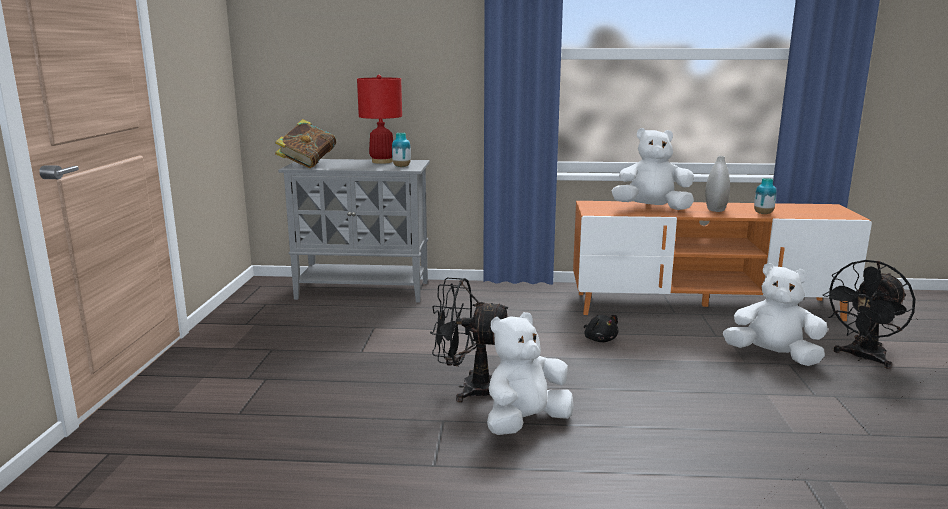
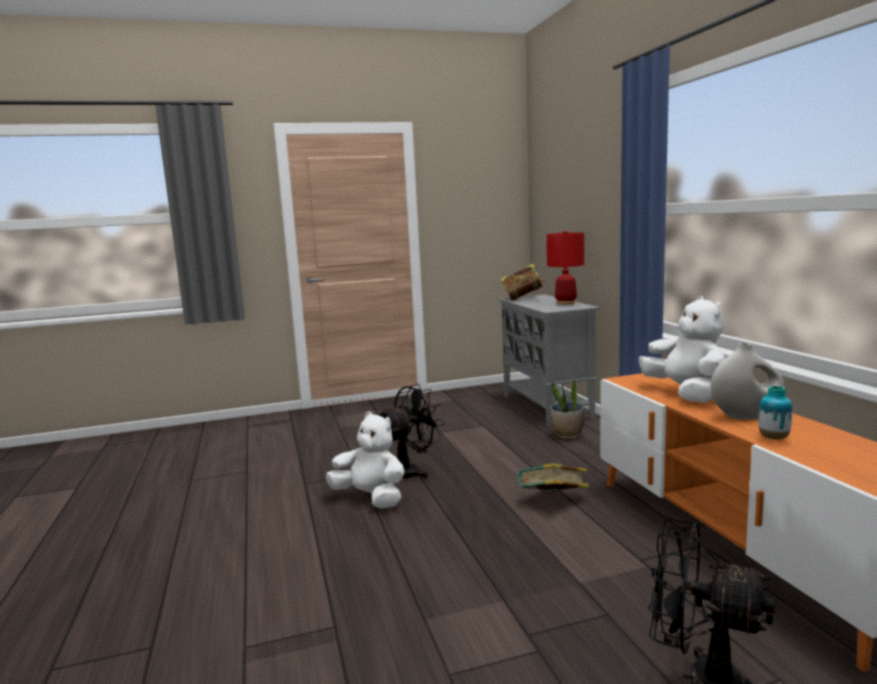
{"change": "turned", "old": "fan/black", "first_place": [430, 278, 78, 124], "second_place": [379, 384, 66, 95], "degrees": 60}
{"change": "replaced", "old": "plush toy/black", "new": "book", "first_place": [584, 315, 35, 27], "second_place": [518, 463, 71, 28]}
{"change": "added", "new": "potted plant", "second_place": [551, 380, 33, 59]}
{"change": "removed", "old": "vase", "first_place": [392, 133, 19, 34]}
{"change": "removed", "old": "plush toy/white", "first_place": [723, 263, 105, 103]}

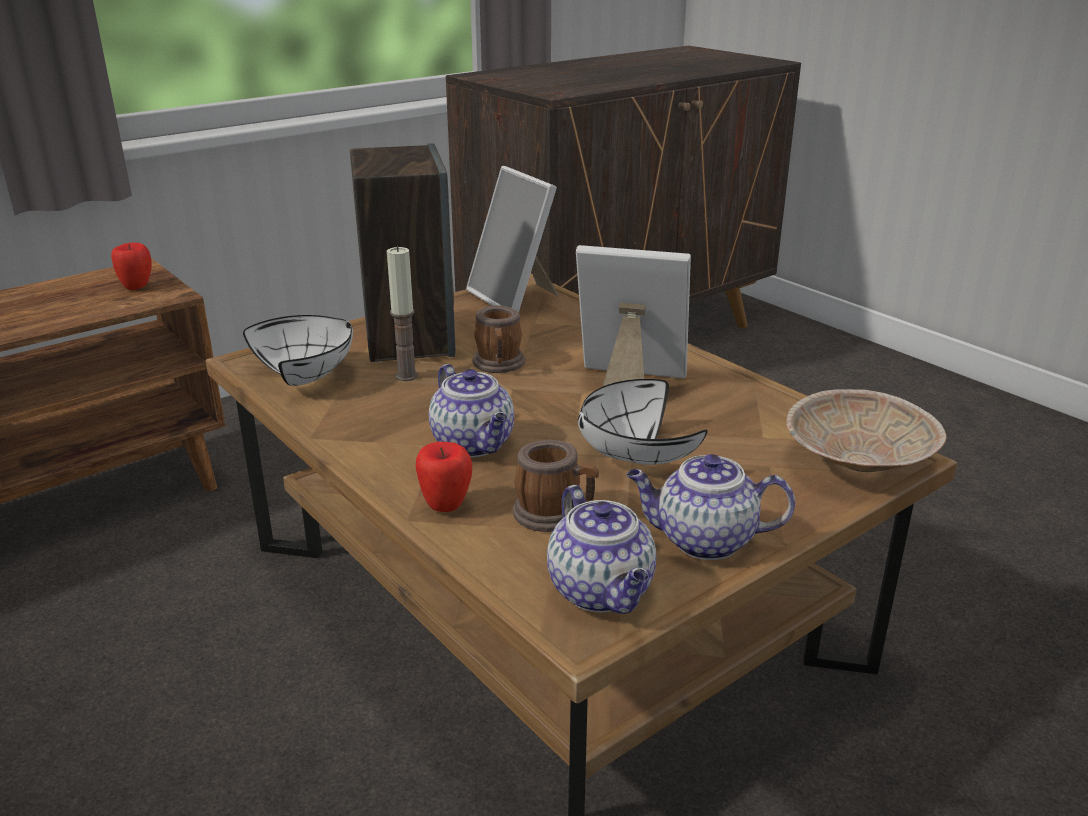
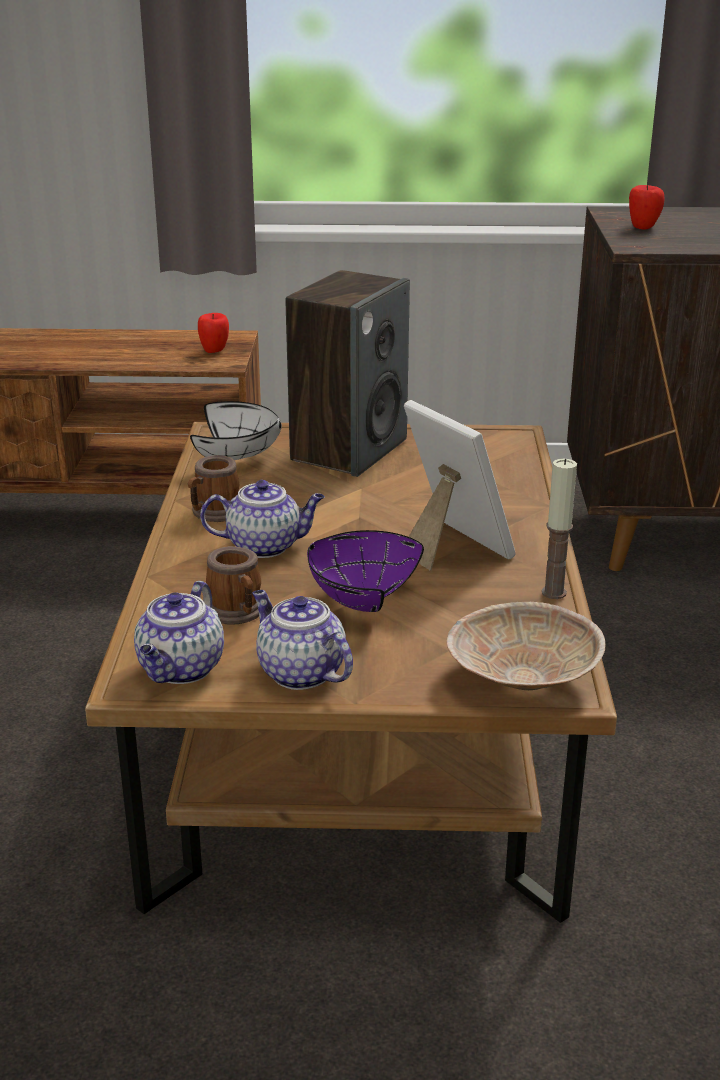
{"change": "moved", "old": "mug", "first_place": [473, 306, 52, 67], "second_place": [188, 455, 51, 67]}
{"change": "turned", "old": "teapot", "first_place": [429, 364, 85, 93], "second_place": [200, 480, 125, 78], "degrees": -105}
{"change": "recoloured", "old": "bowl/white", "new": "bowl/purple", "first_place": [578, 379, 130, 86], "second_place": [307, 530, 117, 82]}
{"change": "moved", "old": "candle", "first_place": [387, 246, 31, 135], "second_place": [542, 459, 35, 140]}
{"change": "moved", "old": "apple", "first_place": [416, 442, 56, 70], "second_place": [629, 185, 35, 45]}
{"change": "removed", "old": "picture frame", "first_place": [466, 166, 93, 146]}

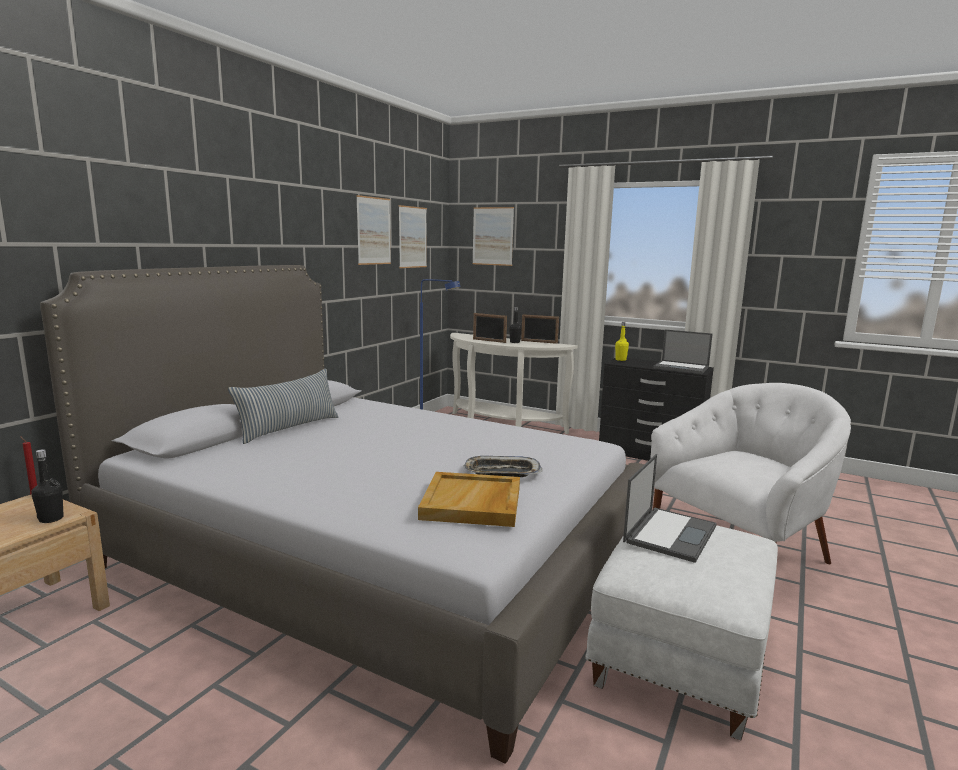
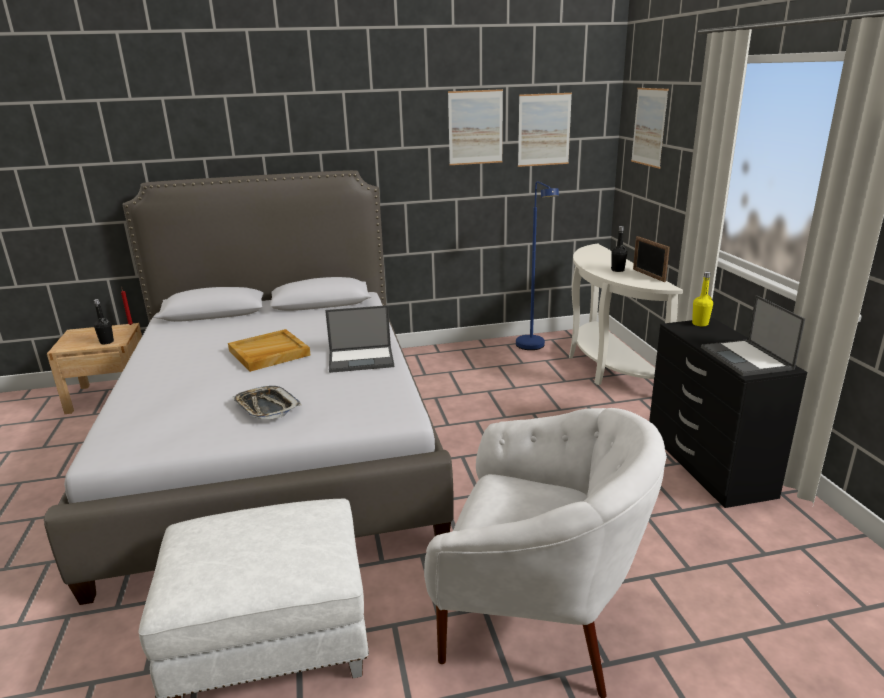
{"change": "moved", "old": "tray/beige", "first_place": [418, 472, 102, 55], "second_place": [228, 329, 82, 43]}
{"change": "moved", "old": "laptop", "first_place": [623, 454, 94, 109], "second_place": [325, 305, 69, 68]}
{"change": "removed", "old": "pillow", "first_place": [228, 369, 110, 75]}
{"change": "removed", "old": "picture frame", "first_place": [473, 313, 34, 30]}

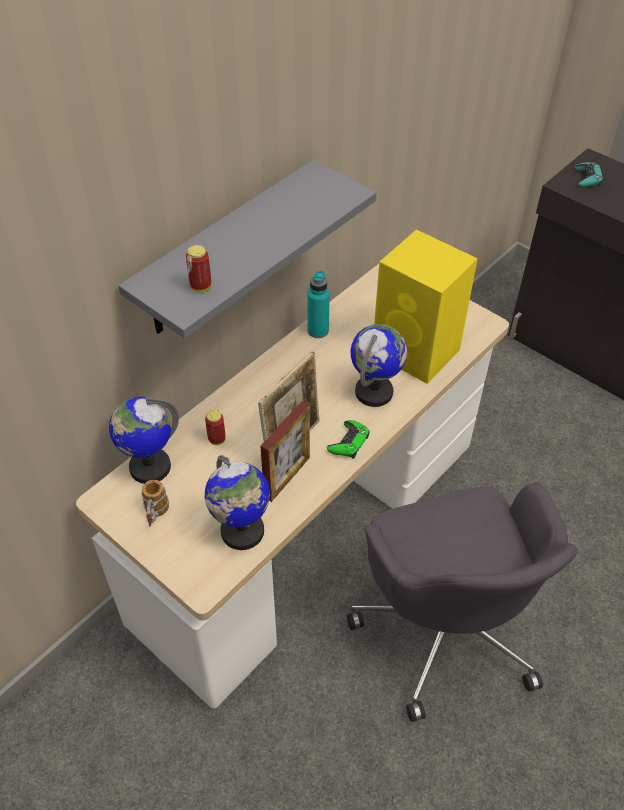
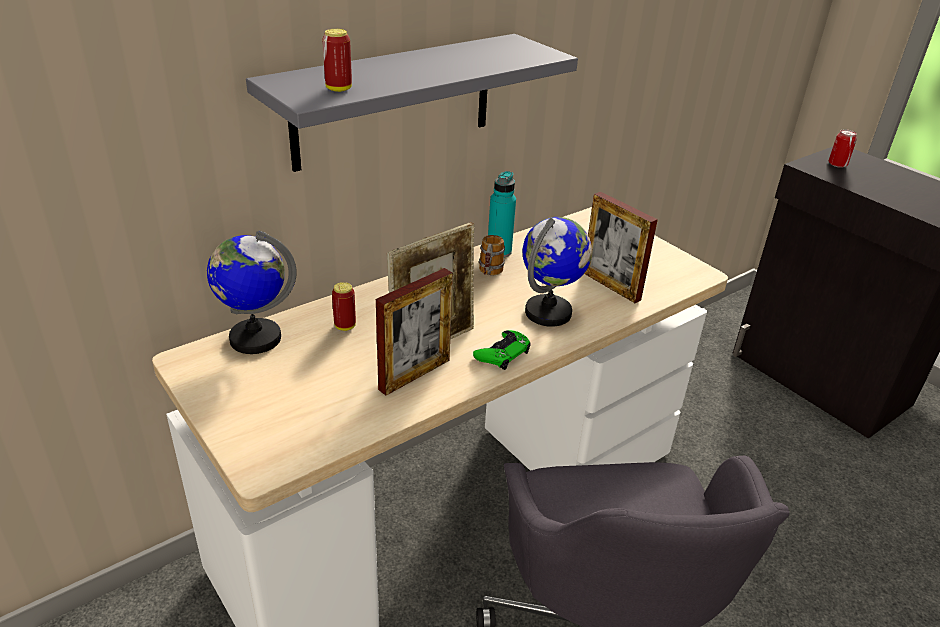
{"change": "moved", "old": "mug", "first_place": [141, 480, 28, 47], "second_place": [479, 235, 26, 40]}
{"change": "replaced", "old": "speaker/yellow", "new": "picture frame", "first_place": [374, 229, 104, 155], "second_place": [584, 192, 74, 111]}
{"change": "replaced", "old": "game controller/turquoise", "new": "can", "first_place": [575, 162, 28, 25], "second_place": [828, 129, 29, 39]}
{"change": "removed", "old": "globe", "first_place": [205, 455, 65, 95]}

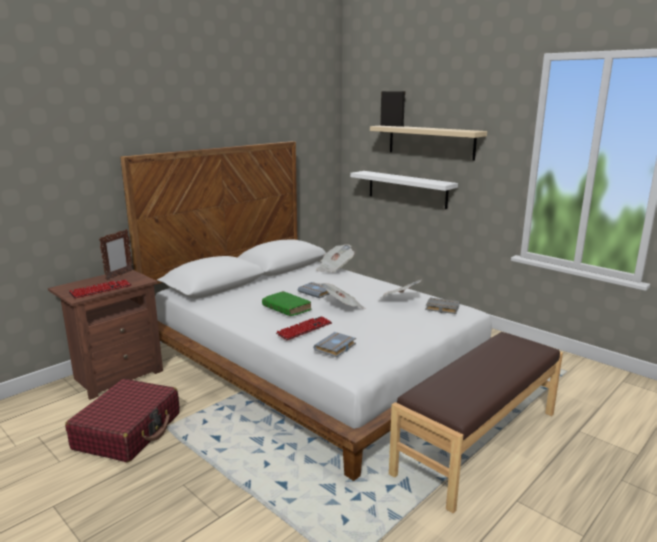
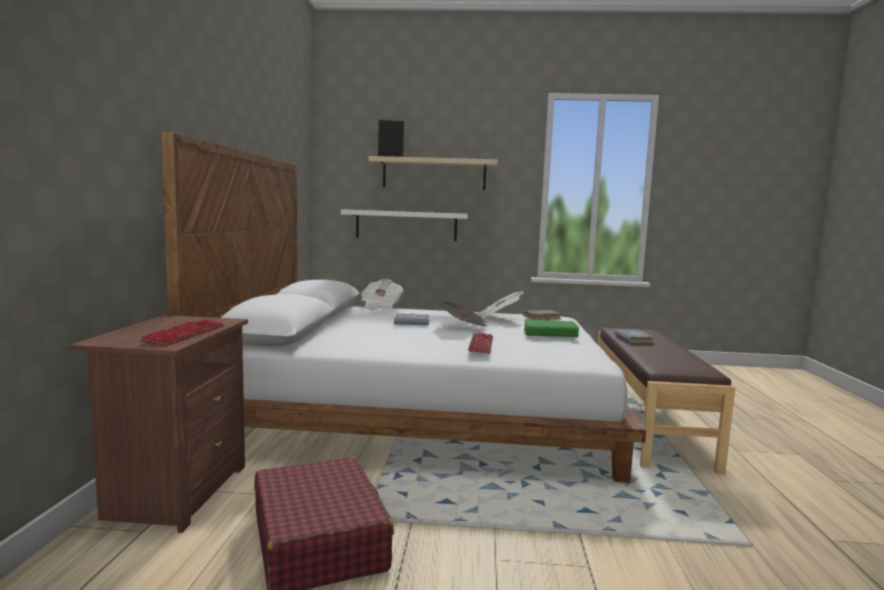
{"change": "moved", "old": "book/green", "first_place": [262, 291, 49, 25], "second_place": [524, 319, 55, 19]}
{"change": "moved", "old": "book/grey", "first_place": [313, 332, 43, 25], "second_place": [614, 329, 40, 14]}
{"change": "removed", "old": "picture frame", "first_place": [99, 229, 34, 51]}

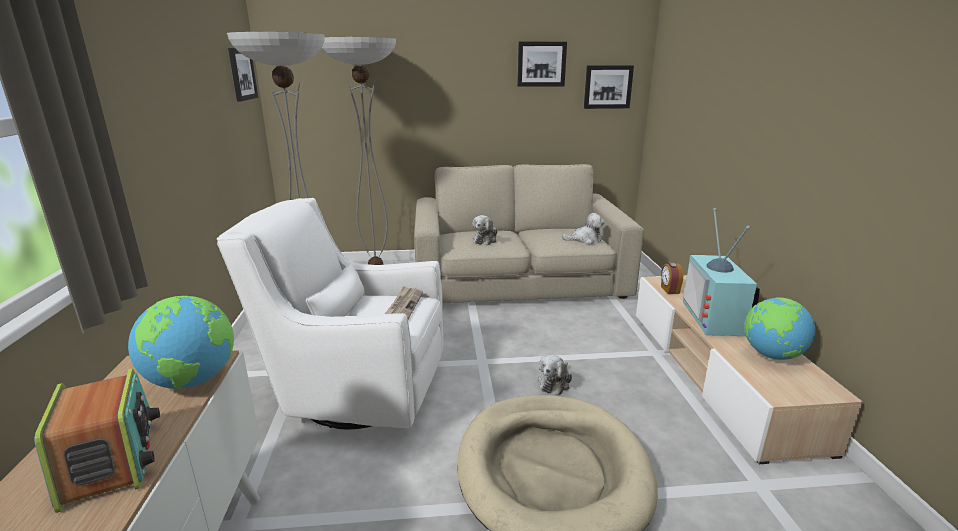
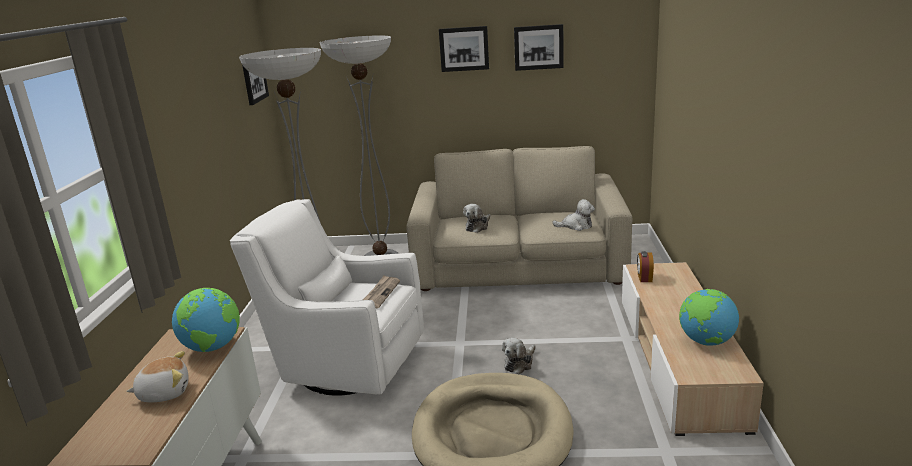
{"change": "replaced", "old": "radio", "new": "plush toy", "first_place": [34, 368, 126, 145], "second_place": [126, 351, 63, 51]}
{"change": "moved", "old": "picture", "first_place": [584, 65, 50, 44], "second_place": [439, 26, 50, 46]}
{"change": "removed", "old": "television", "first_place": [683, 208, 77, 128]}

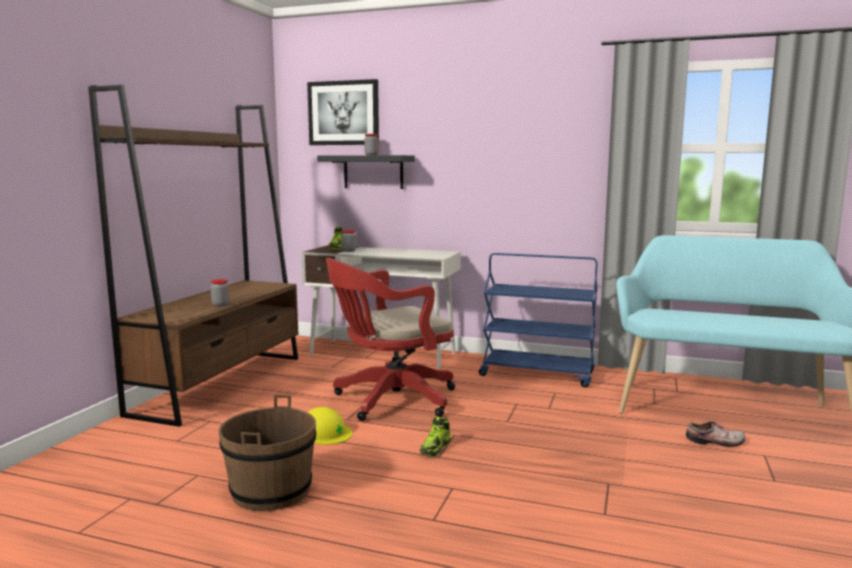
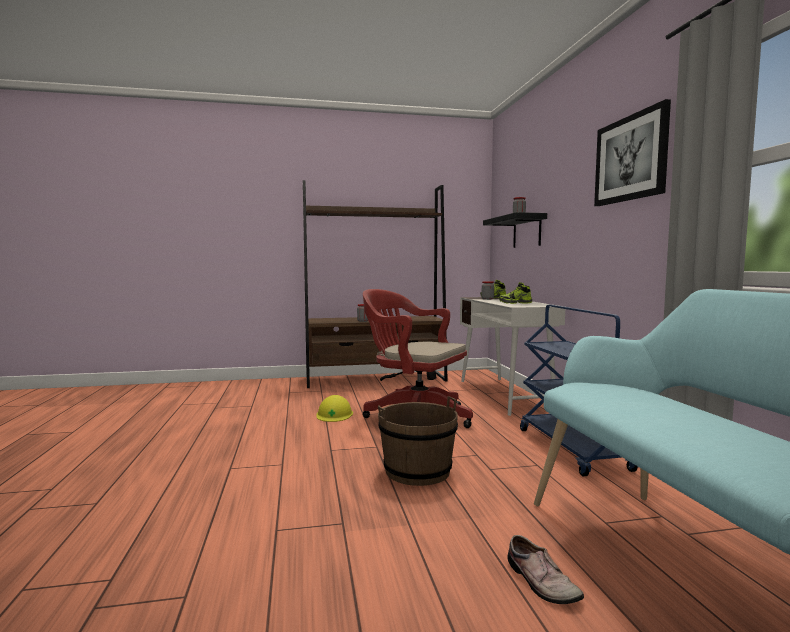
{"change": "moved", "old": "bucket/brown", "first_place": [218, 395, 98, 116], "second_place": [378, 396, 80, 90]}
{"change": "moved", "old": "shoe", "first_place": [420, 416, 31, 41], "second_place": [499, 282, 33, 22]}
{"change": "moved", "old": "picture", "first_place": [307, 79, 72, 66], "second_place": [594, 99, 77, 107]}

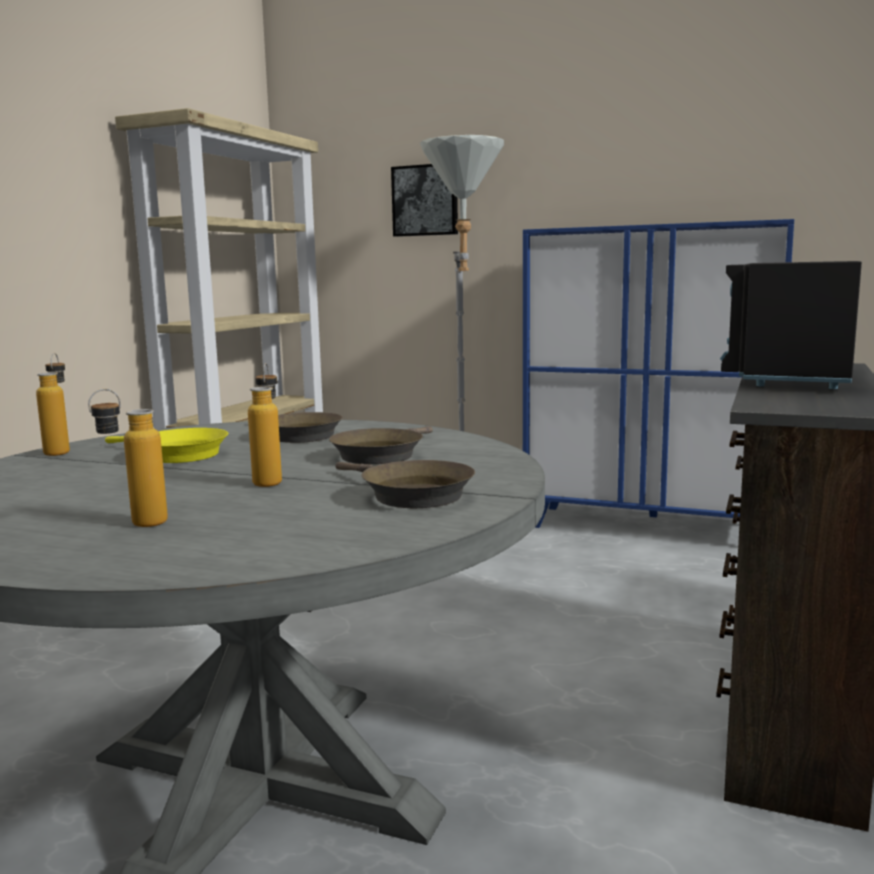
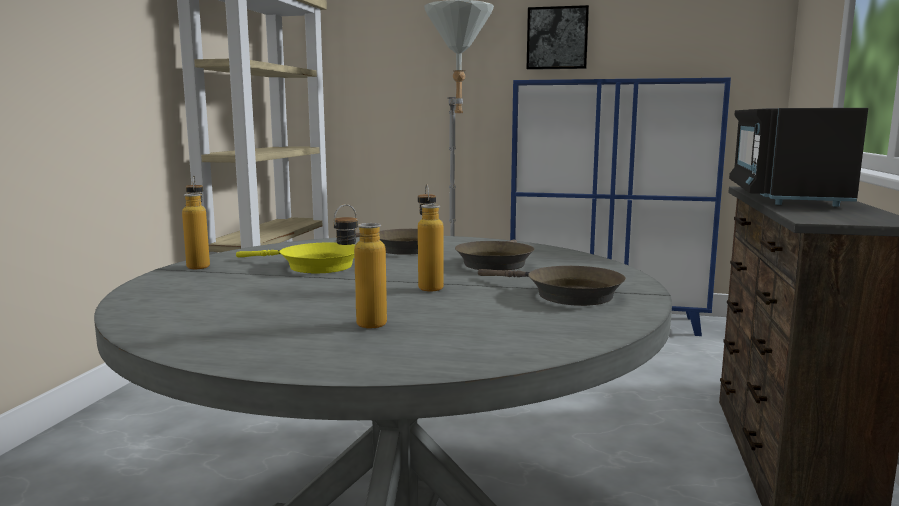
{"change": "moved", "old": "picture", "first_place": [391, 164, 67, 73], "second_place": [527, 5, 62, 65]}

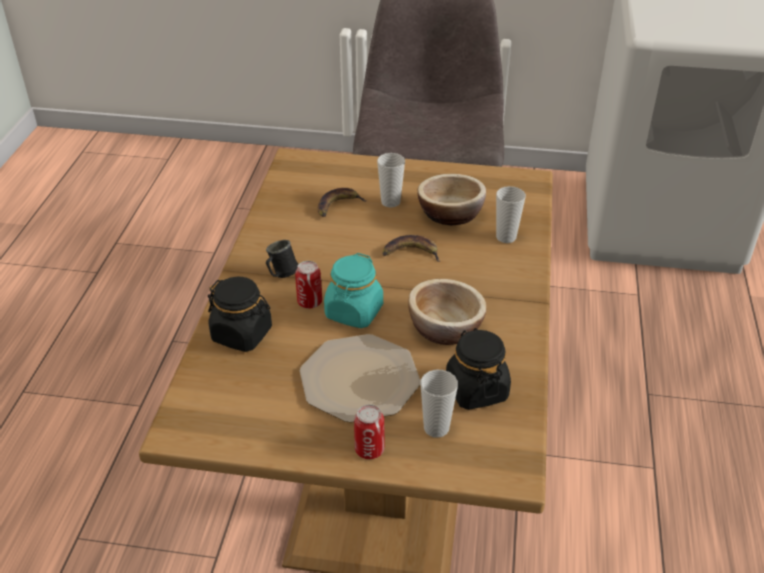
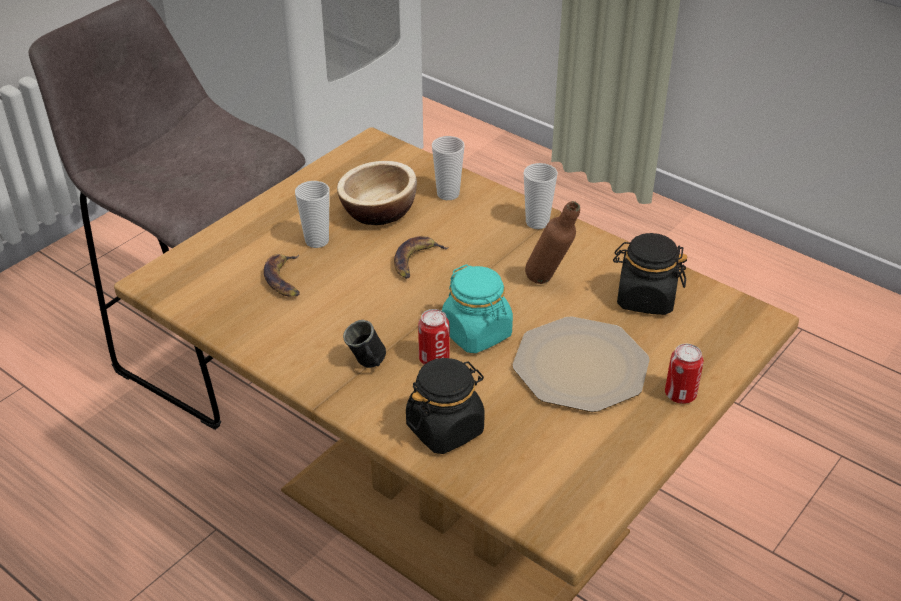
{"change": "moved", "old": "cup", "first_place": [421, 370, 37, 68], "second_place": [524, 163, 34, 66]}
{"change": "replaced", "old": "bowl", "new": "bottle/brown", "first_place": [408, 279, 79, 66], "second_place": [525, 201, 55, 83]}

